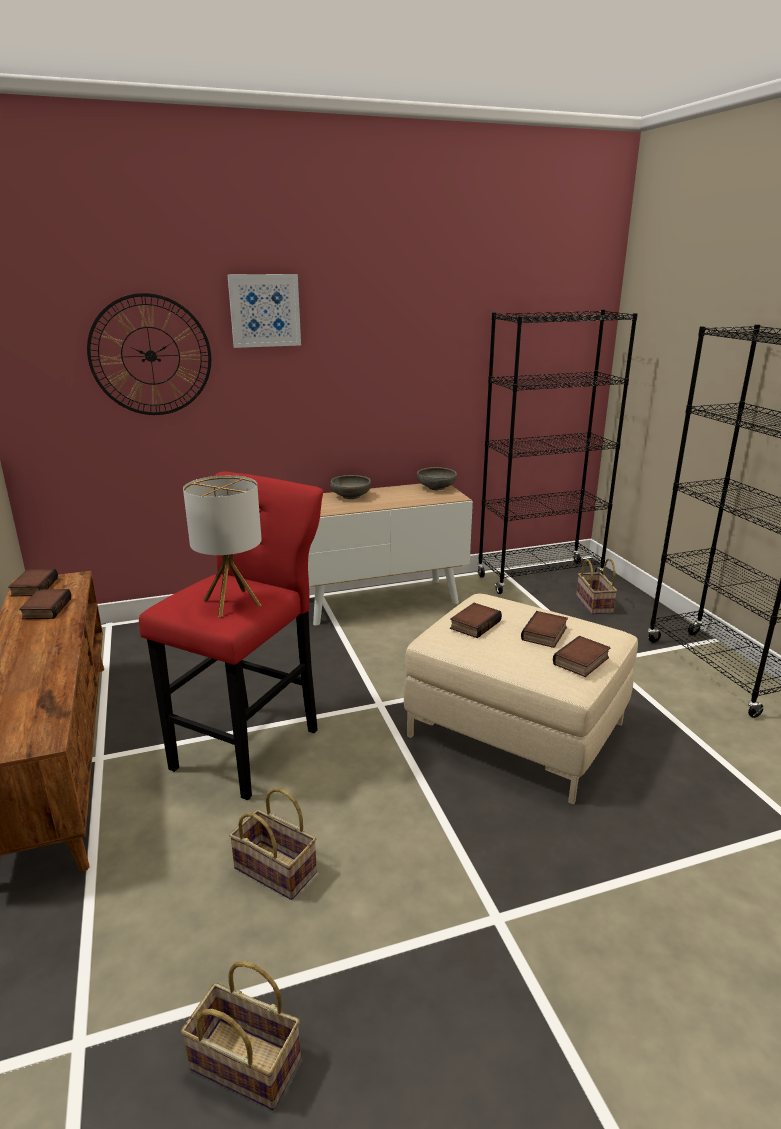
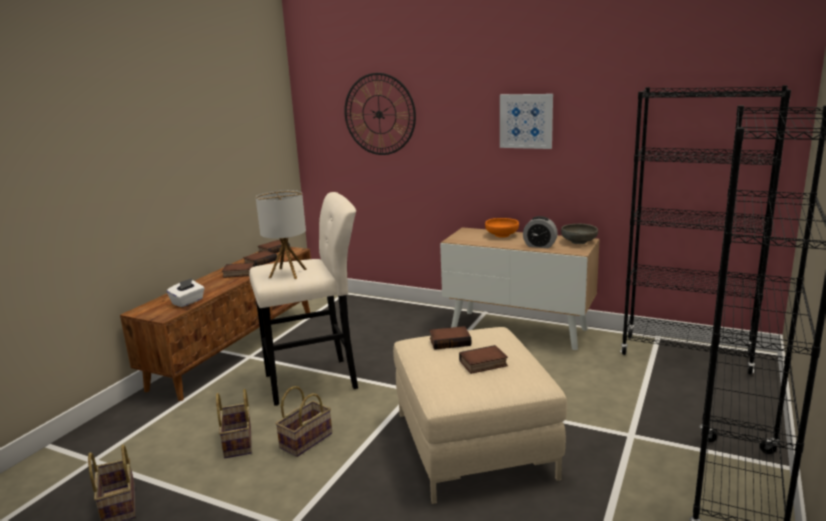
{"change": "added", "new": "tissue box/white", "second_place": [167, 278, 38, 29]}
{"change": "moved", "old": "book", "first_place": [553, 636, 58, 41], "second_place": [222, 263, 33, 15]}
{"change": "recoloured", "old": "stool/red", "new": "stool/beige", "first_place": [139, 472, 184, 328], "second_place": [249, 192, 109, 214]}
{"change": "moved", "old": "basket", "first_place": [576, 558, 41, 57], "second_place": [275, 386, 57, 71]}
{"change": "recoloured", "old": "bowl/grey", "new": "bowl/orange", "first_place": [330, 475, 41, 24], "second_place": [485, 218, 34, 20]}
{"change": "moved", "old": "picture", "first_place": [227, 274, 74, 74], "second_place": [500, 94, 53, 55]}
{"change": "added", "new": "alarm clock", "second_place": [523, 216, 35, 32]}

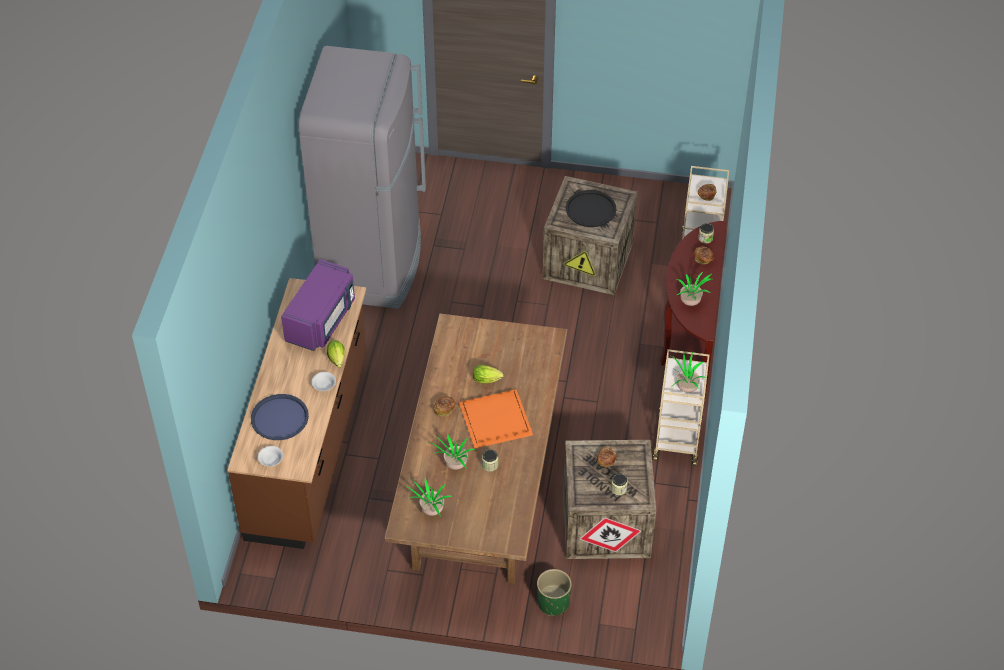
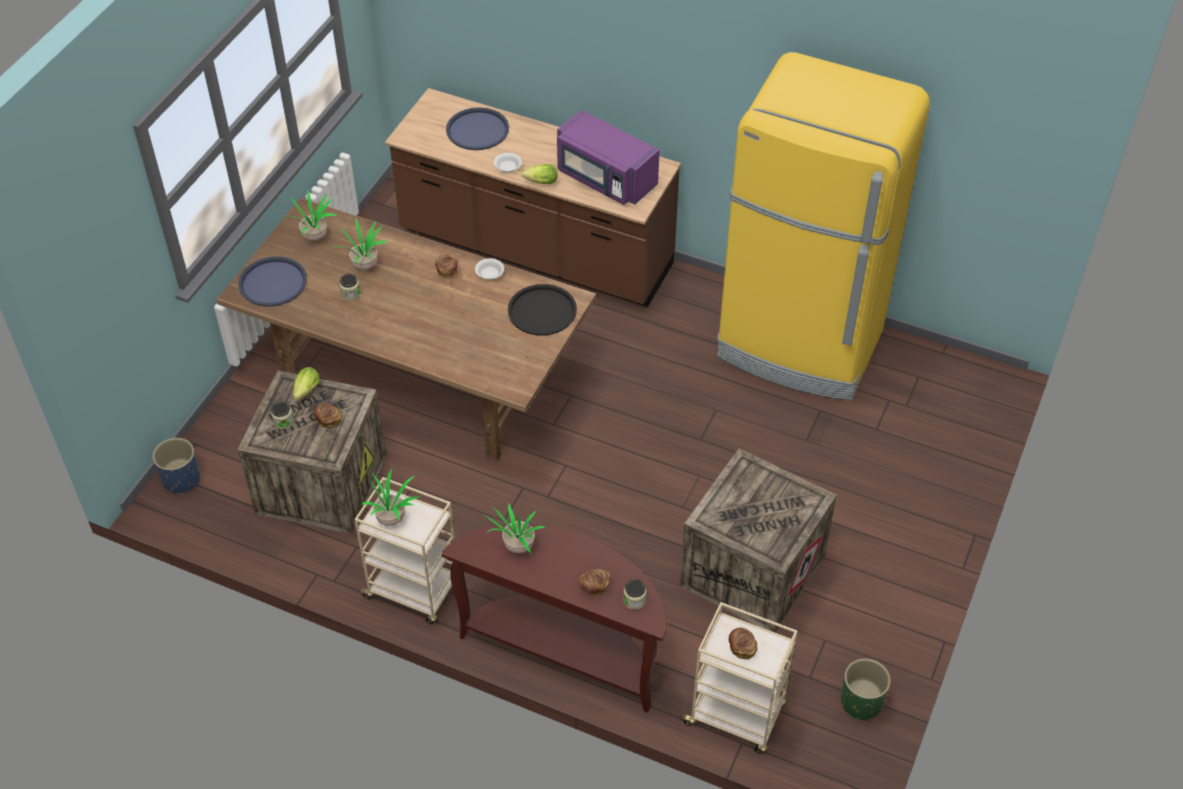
{"change": "added", "new": "planter/blue", "second_place": [152, 438, 48, 56]}
{"change": "added", "new": "tray/blue", "second_place": [238, 257, 69, 49]}
{"change": "moved", "old": "lettuce", "first_place": [473, 365, 31, 18], "second_place": [293, 367, 27, 33]}
{"change": "moved", "old": "bowl/white", "first_place": [258, 446, 25, 20], "second_place": [475, 258, 29, 22]}
{"change": "moved", "old": "tray/black", "first_place": [566, 190, 50, 37], "second_place": [508, 284, 69, 52]}
{"change": "recoloured", "old": "fridge/grey", "new": "fridge/yellow", "first_place": [299, 46, 127, 263], "second_place": [717, 52, 213, 348]}
{"change": "moved", "old": "planter/green", "first_place": [537, 569, 35, 47], "second_place": [841, 659, 50, 61]}
{"change": "removed", "old": "tray/orange", "first_place": [459, 389, 74, 59]}

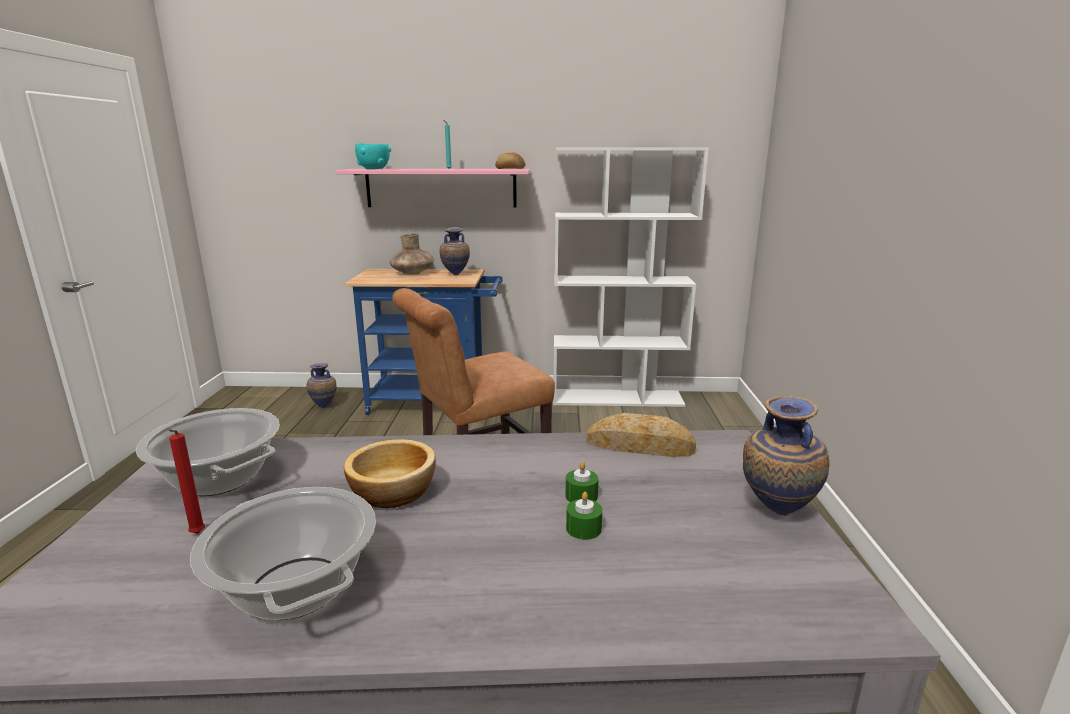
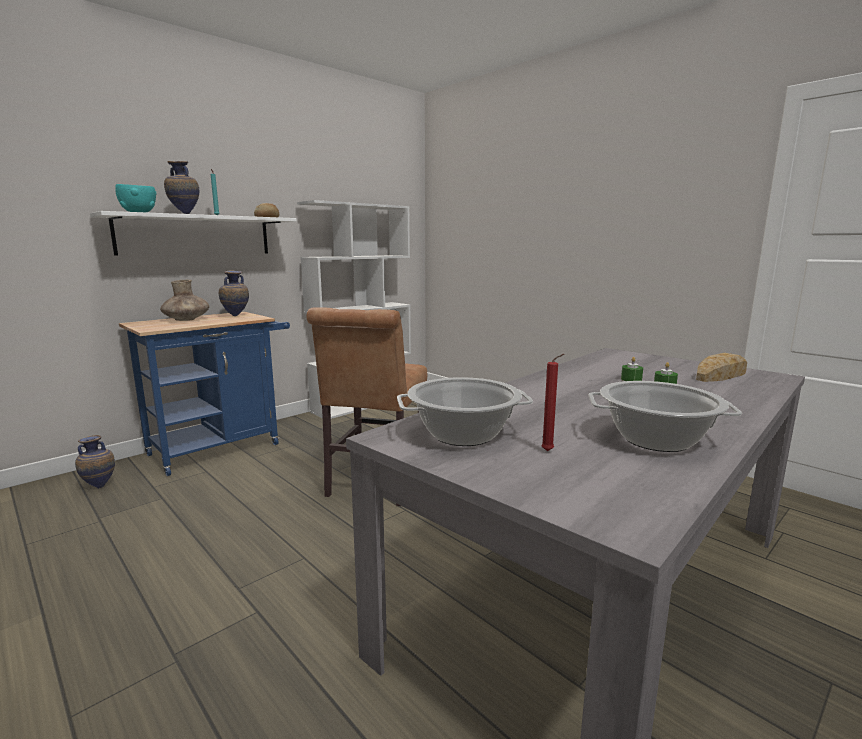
{"change": "recoloured", "old": "shelf/pink", "new": "shelf/white", "first_place": [335, 169, 195, 39], "second_place": [90, 211, 207, 45]}
{"change": "moved", "old": "vase", "first_place": [743, 396, 86, 120], "second_place": [164, 161, 35, 53]}
{"change": "moved", "old": "bread", "first_place": [587, 413, 109, 44], "second_place": [696, 353, 51, 29]}
{"change": "removed", "old": "bowl", "first_place": [344, 439, 92, 69]}

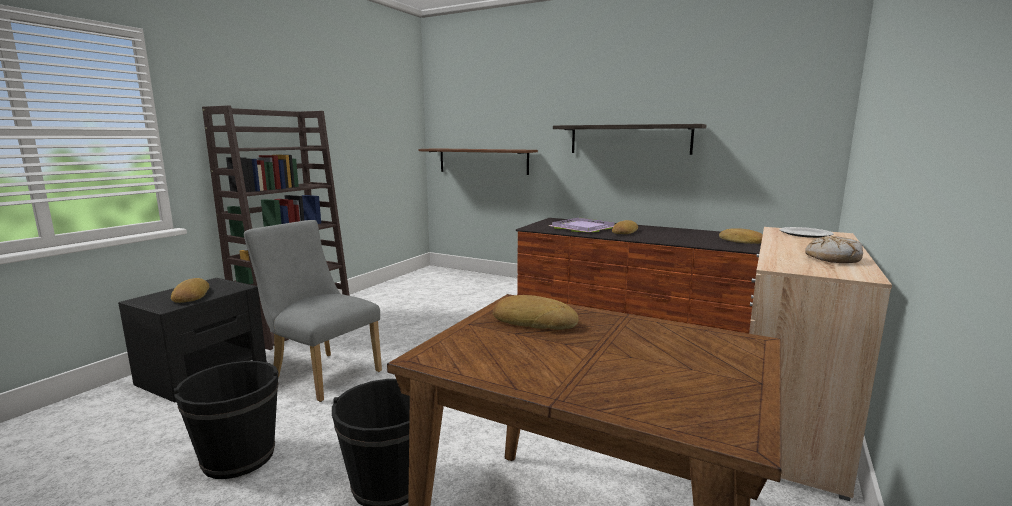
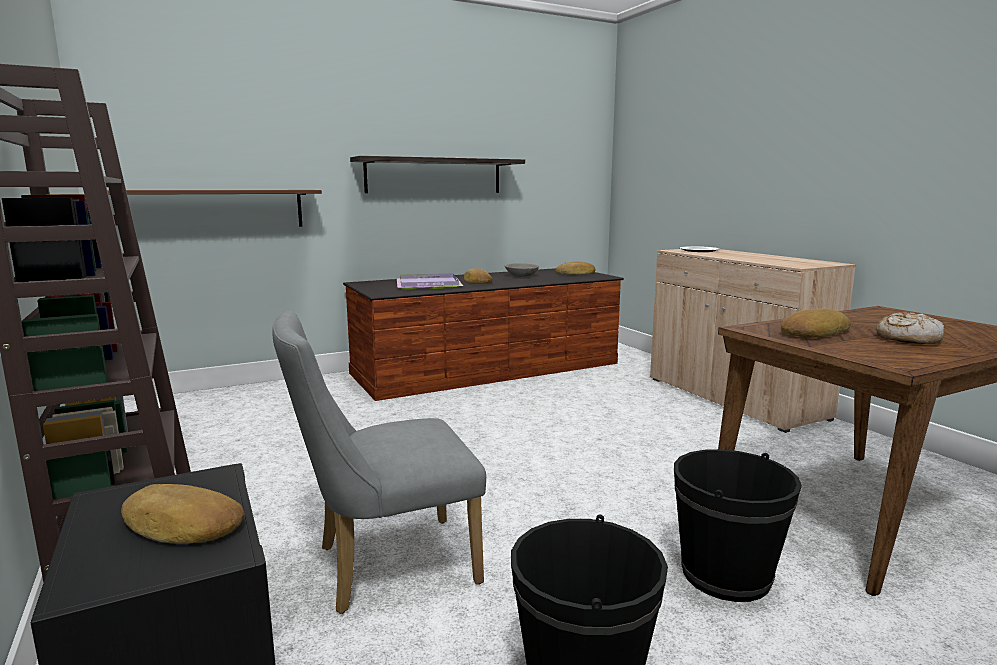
{"change": "added", "new": "bowl/grey", "second_place": [505, 263, 34, 14]}
{"change": "moved", "old": "bread", "first_place": [805, 236, 58, 27], "second_place": [876, 312, 68, 32]}

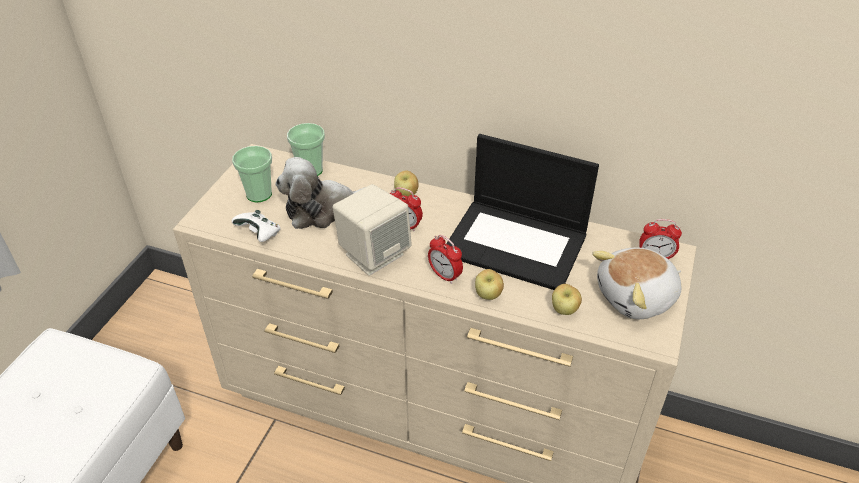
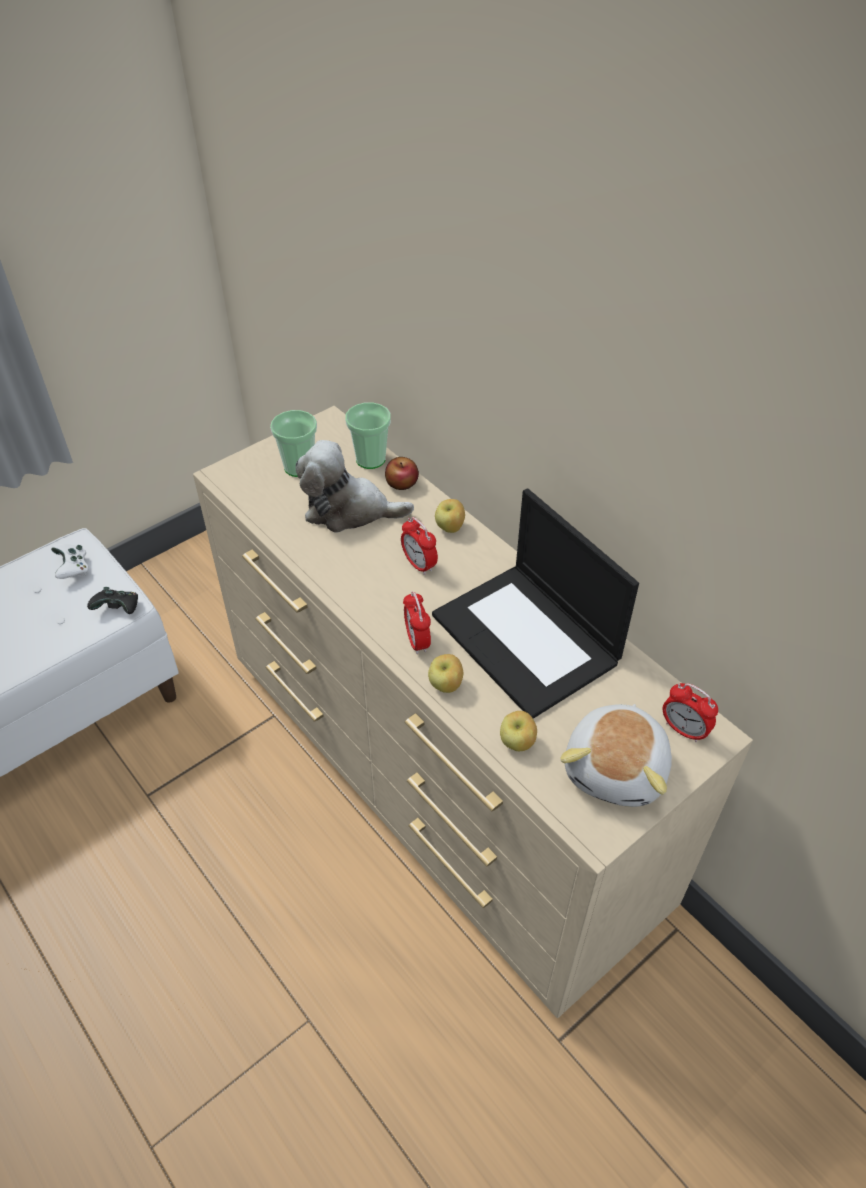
{"change": "moved", "old": "game controller/white", "first_place": [232, 210, 49, 32], "second_place": [51, 544, 38, 35]}
{"change": "added", "new": "game controller/black", "second_place": [87, 587, 51, 27]}
{"change": "added", "new": "apple", "second_place": [385, 457, 34, 33]}
{"change": "turned", "old": "plush toy", "first_place": [592, 248, 89, 71], "second_place": [560, 704, 112, 103], "degrees": -75}
{"change": "removed", "old": "speaker/beige", "first_place": [333, 184, 79, 92]}

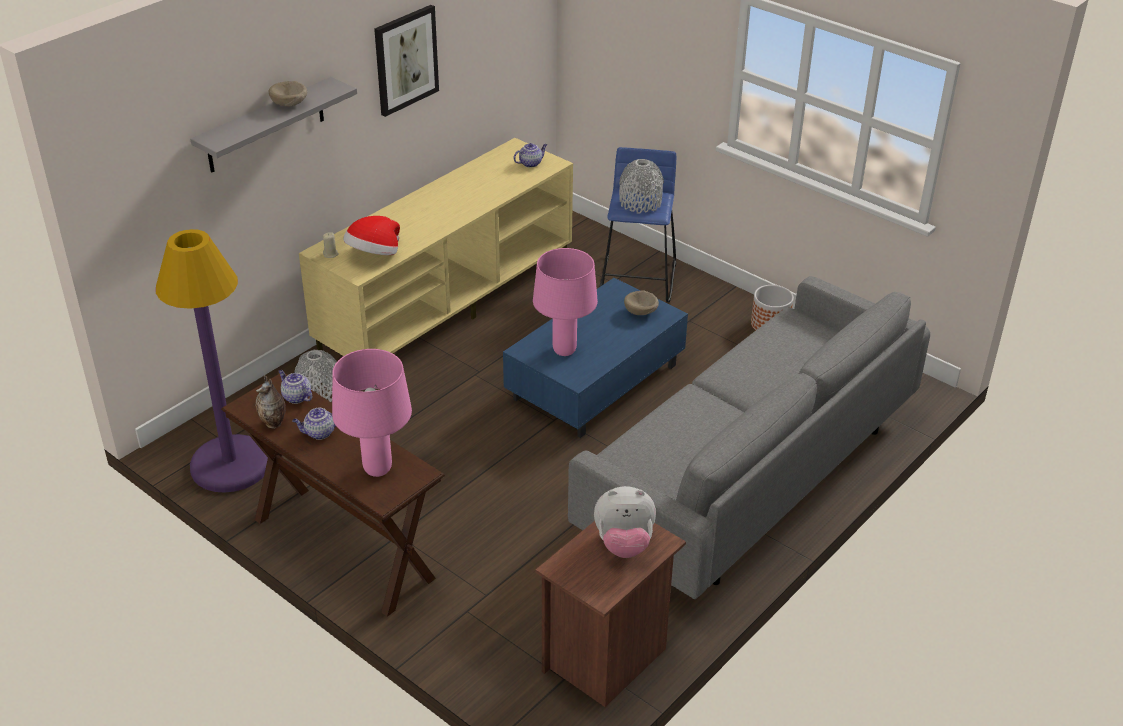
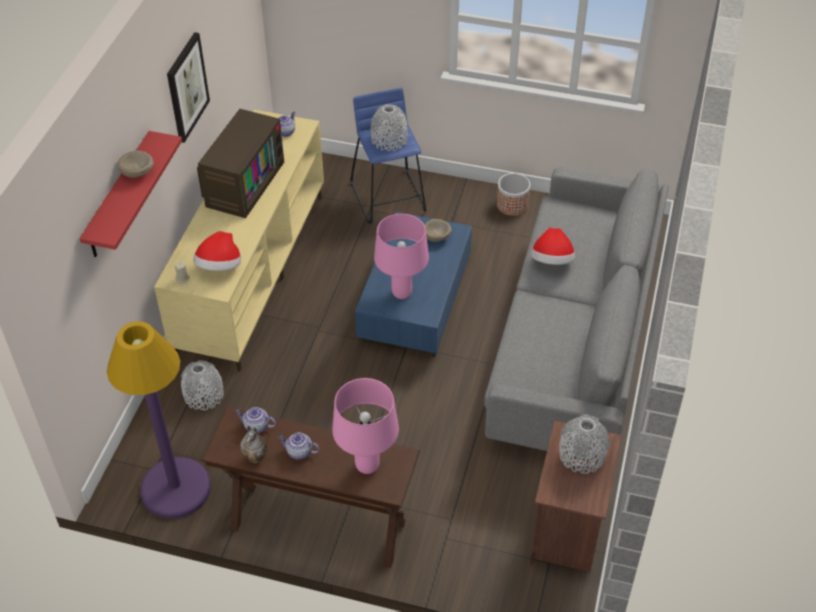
{"change": "recoloured", "old": "shelf/grey", "new": "shelf/red", "first_place": [190, 77, 167, 96], "second_place": [79, 131, 103, 126]}
{"change": "added", "new": "television", "second_place": [197, 109, 87, 109]}
{"change": "turned", "old": "teapot", "first_place": [292, 408, 44, 32], "second_place": [278, 433, 42, 26], "degrees": 60}
{"change": "added", "new": "hat", "second_place": [531, 228, 44, 37]}
{"change": "replaced", "old": "plush toy", "new": "vase/grey", "first_place": [594, 486, 62, 72], "second_place": [559, 415, 51, 59]}

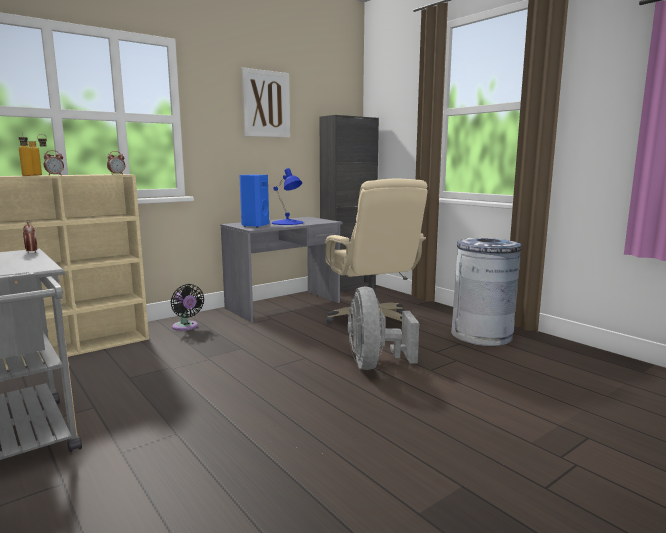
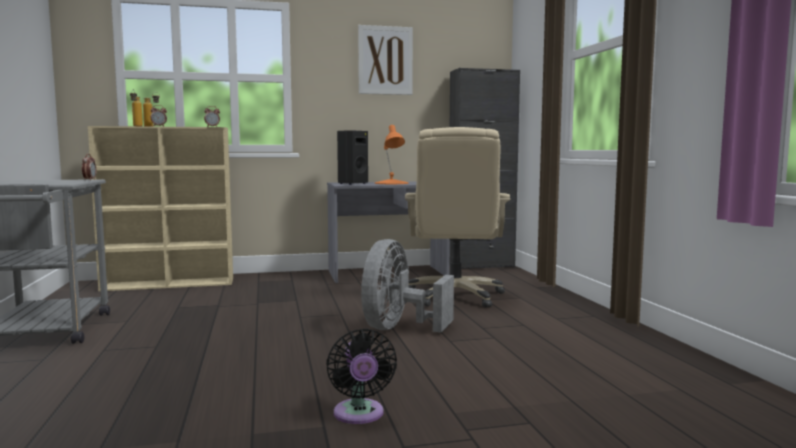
{"change": "moved", "old": "fan/black", "first_place": [170, 284, 34, 47], "second_place": [326, 329, 71, 95]}
{"change": "recoloured", "old": "speaker/blue", "new": "speaker/black", "first_place": [239, 175, 30, 53], "second_place": [337, 130, 31, 55]}
{"change": "recoloured", "old": "table lamp/blue", "new": "table lamp/orange", "first_place": [272, 168, 31, 57], "second_place": [375, 125, 34, 59]}
{"change": "removed", "old": "trash can/grey", "first_place": [451, 238, 71, 108]}

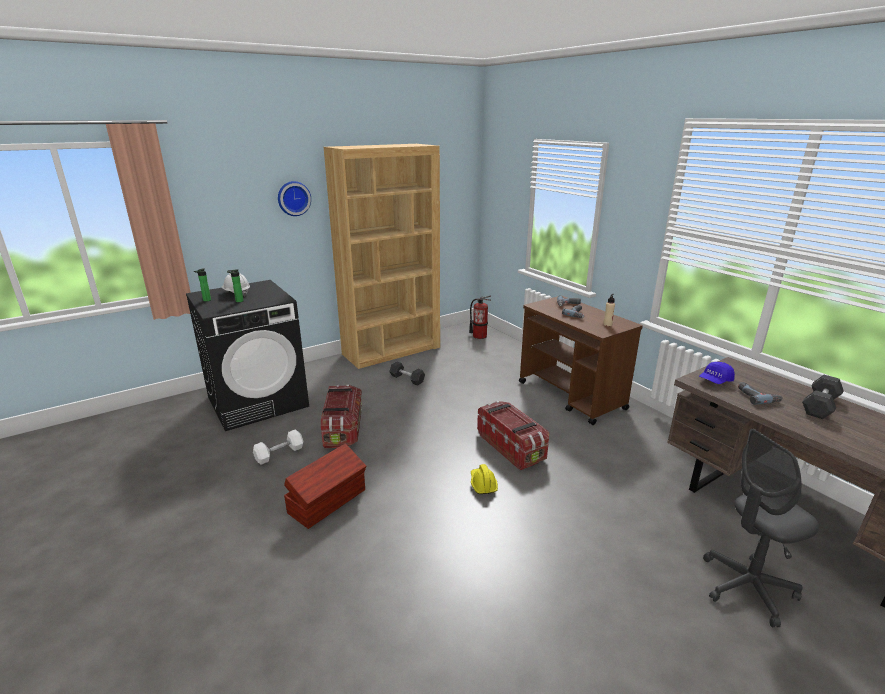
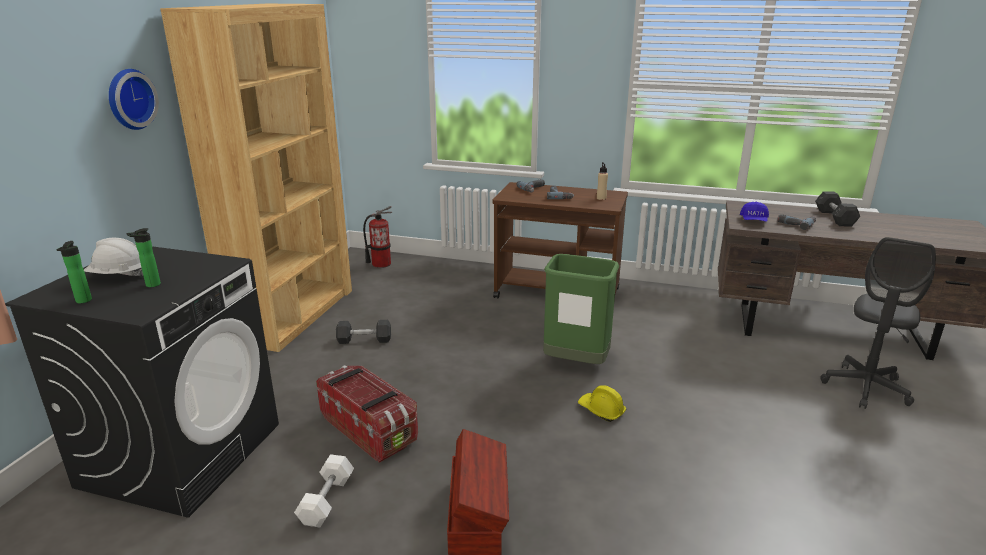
{"change": "replaced", "old": "storage box", "new": "trash can/green", "first_place": [477, 401, 73, 69], "second_place": [543, 254, 76, 110]}

